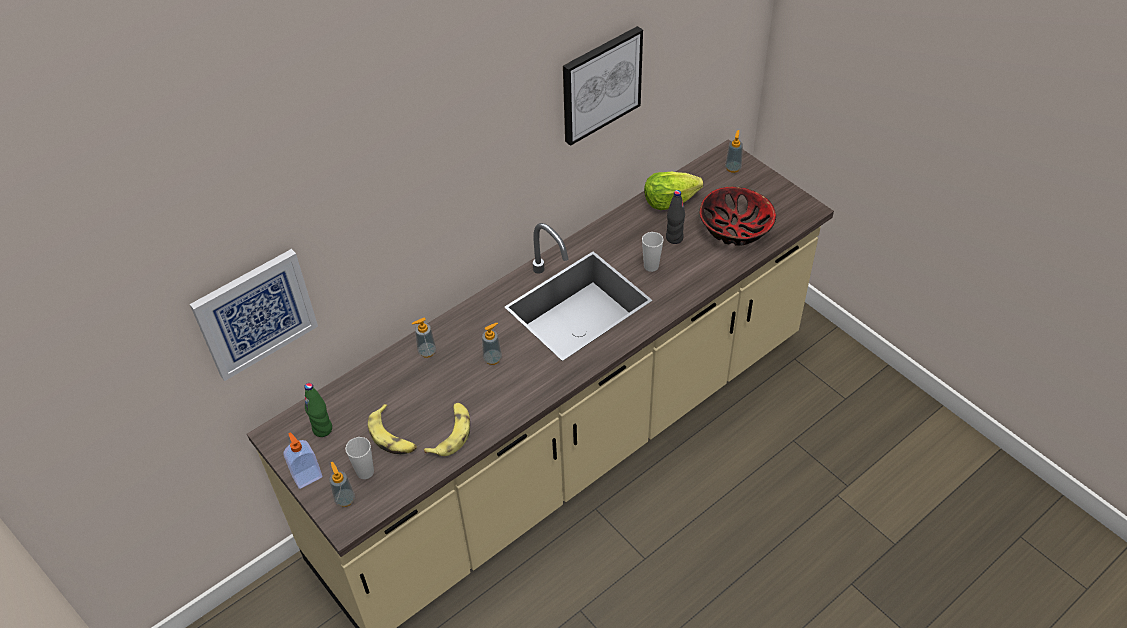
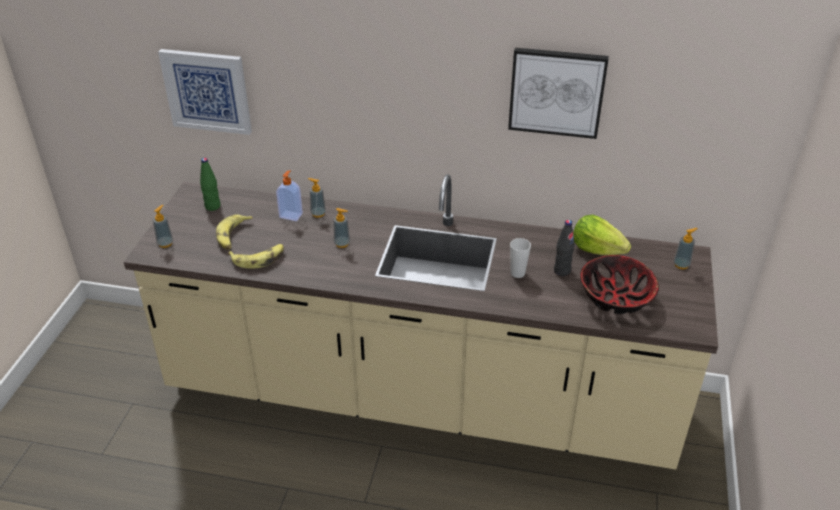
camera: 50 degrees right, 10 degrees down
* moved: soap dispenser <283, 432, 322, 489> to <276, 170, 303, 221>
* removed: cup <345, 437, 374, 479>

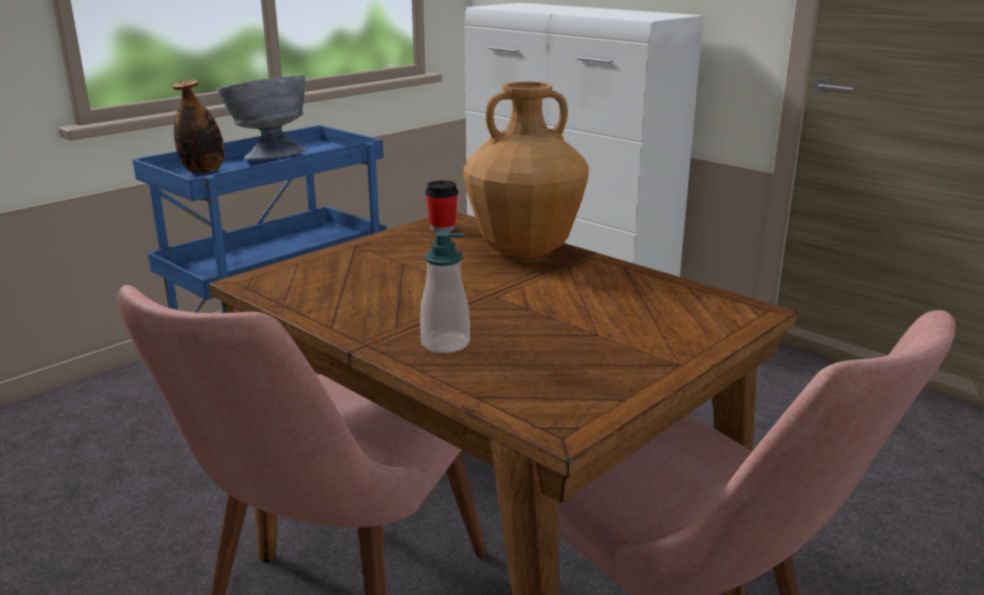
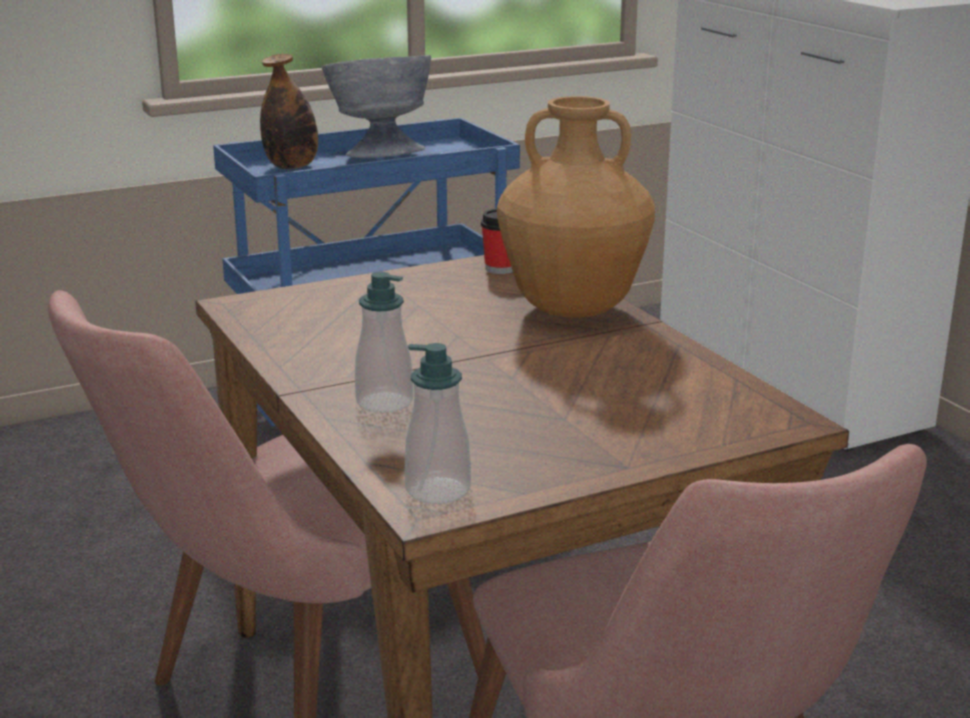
camera: 20 degrees right, 0 degrees up
* added: soap dispenser <405, 343, 471, 504>

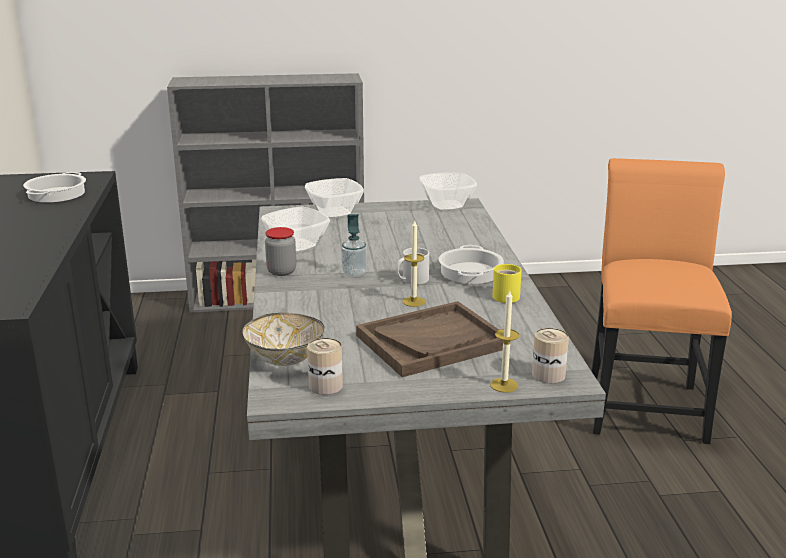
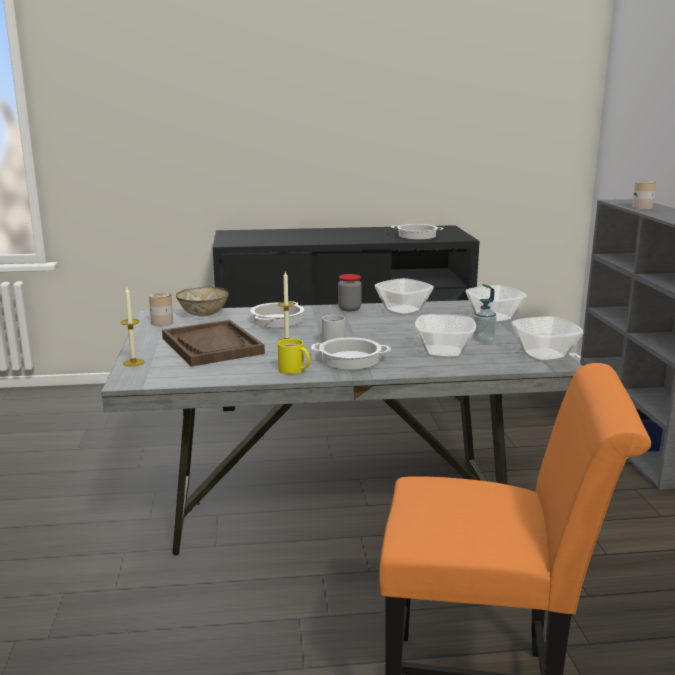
camera: 90 degrees right, 5 degrees down
* moved: soap dispenser <341, 214, 367, 277> to <473, 284, 497, 343>
* moved: can <532, 328, 569, 383> to <632, 181, 656, 209>
* added: cooking pot <251, 301, 304, 328>
* added: bowl <415, 314, 476, 359>

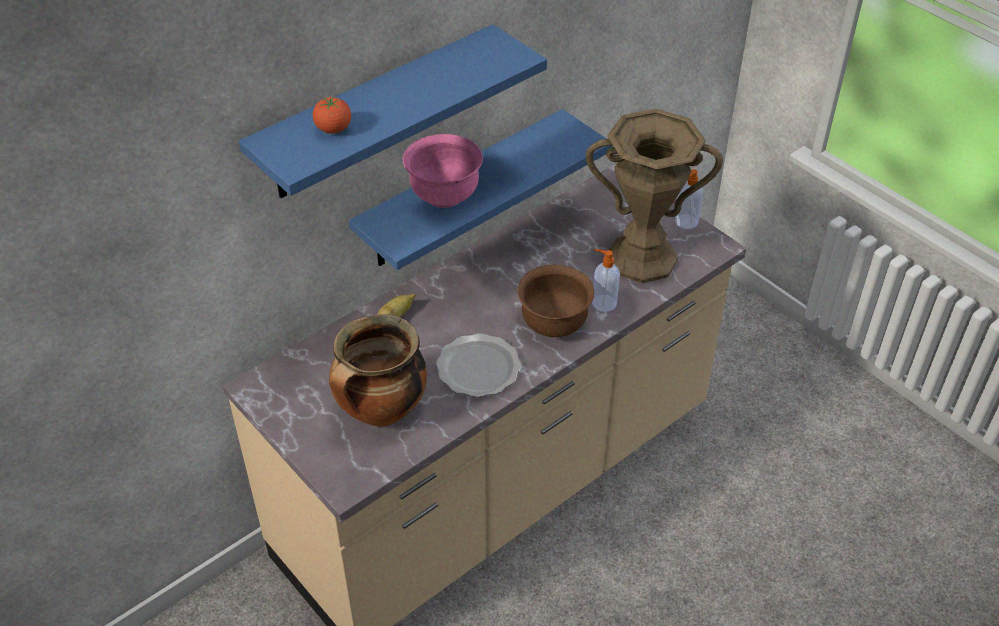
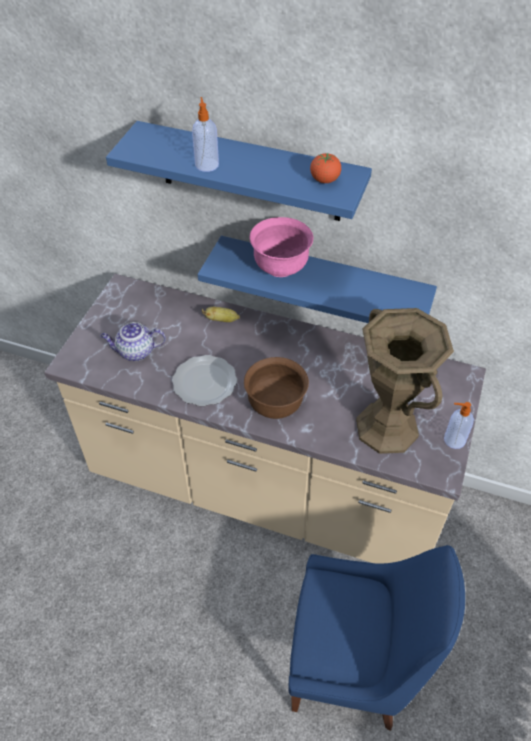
camera: 60 degrees right, 5 degrees up
* moved: tomato <313, 97, 351, 134> to <310, 153, 341, 183>
* replaced: cooking pot <329, 314, 427, 427> to teapot <100, 322, 166, 361>
* moved: soap dispenser <592, 249, 620, 312> to <192, 97, 219, 172>
* added: chair (blue) <288, 545, 465, 731>

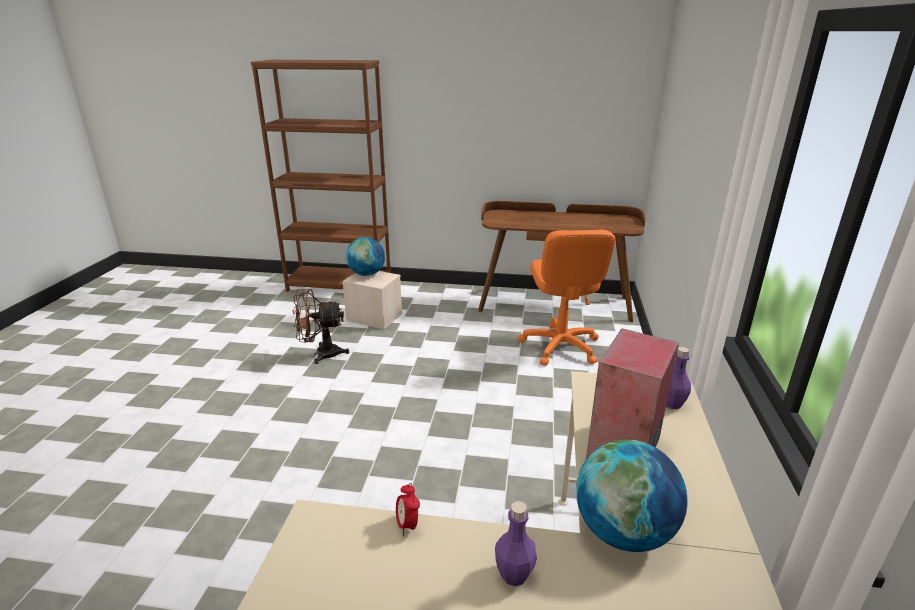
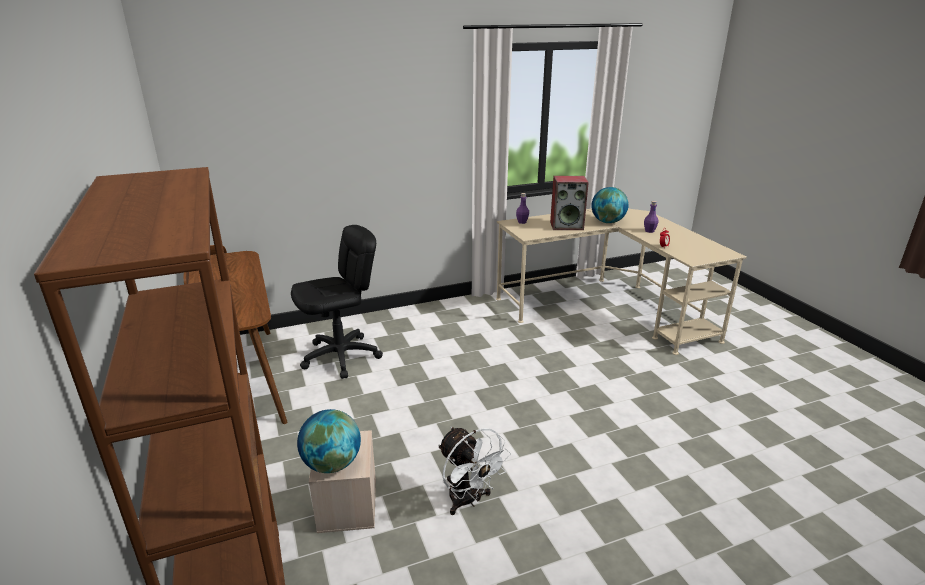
camera: 120 degrees left, 0 degrees up
* recoloured: fan (brown) <292, 289, 349, 364> to fan (white) <438, 427, 511, 515>
* recoloured: office chair (orange) <517, 230, 615, 366> to office chair (black) <291, 225, 383, 379>

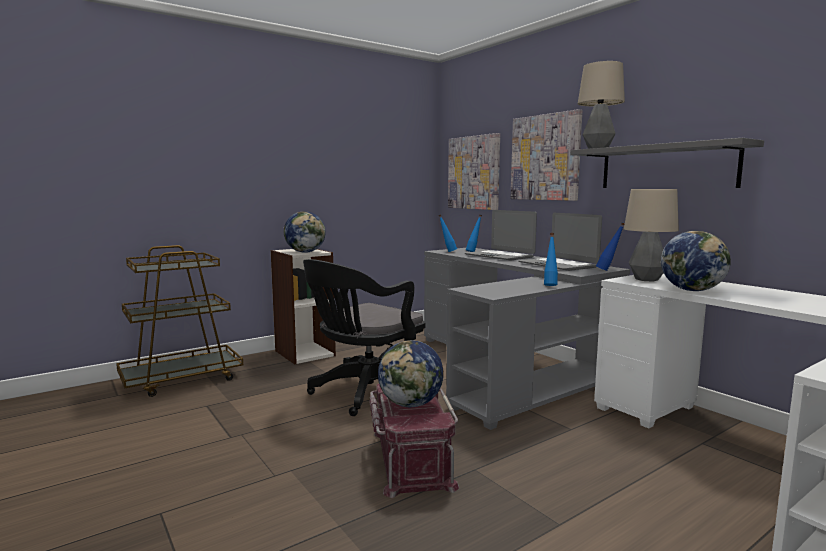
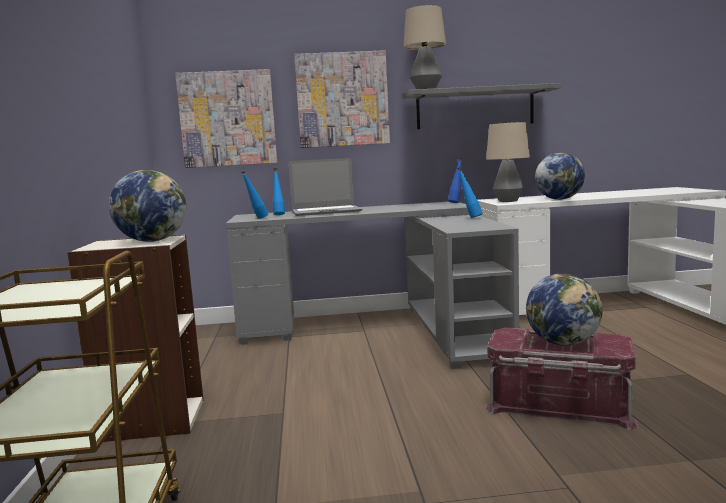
camera: 60 degrees left, 0 degrees up
* removed: office chair (black) <303, 259, 426, 416>
* removed: laptop <518, 213, 602, 271>

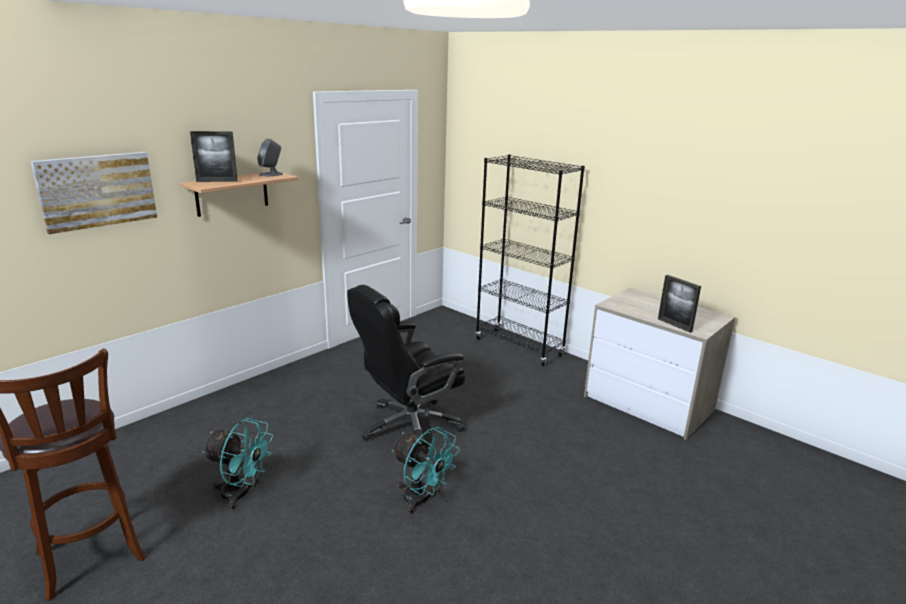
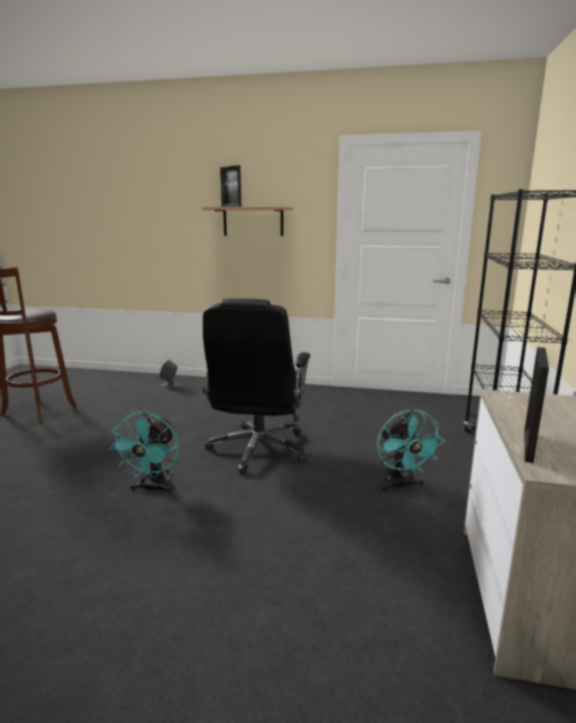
camera: 60 degrees right, 5 degrees down
* removed: picture <31, 152, 157, 234>
* moved: fan (turquoise) <202, 418, 273, 510> to <377, 409, 445, 491>
* moved: speaker (grey) <257, 138, 283, 177> to <159, 360, 179, 388>
* turned: office chair (black) <347, 285, 465, 441> = <203, 298, 310, 474> 105 degrees counterclockwise

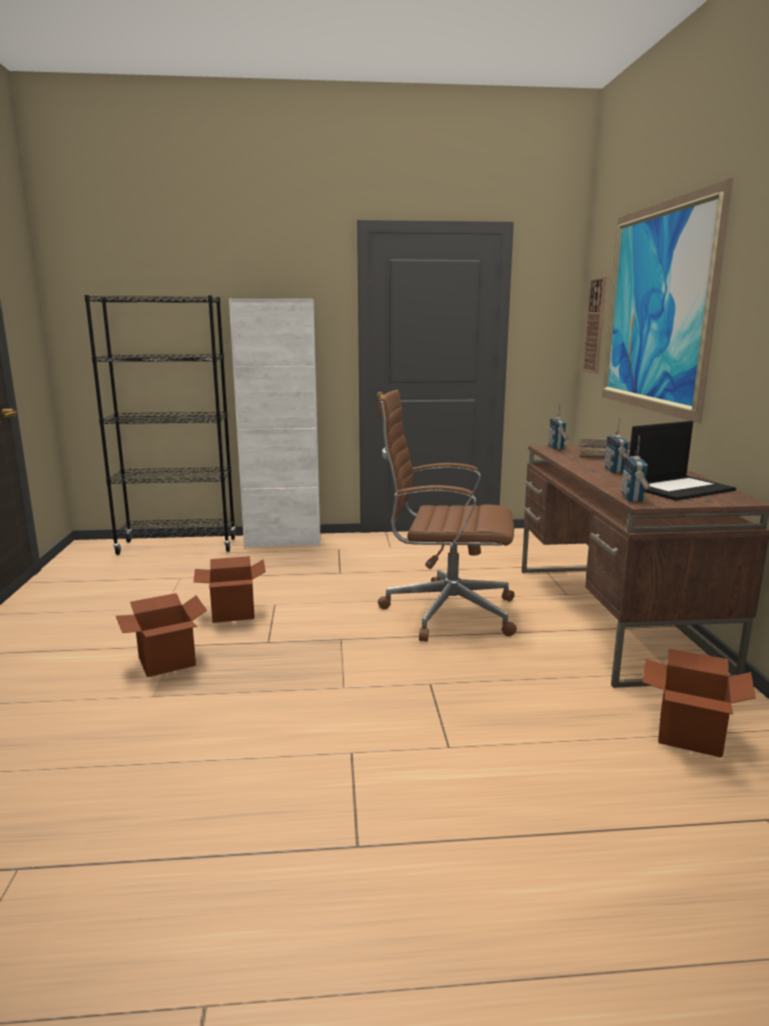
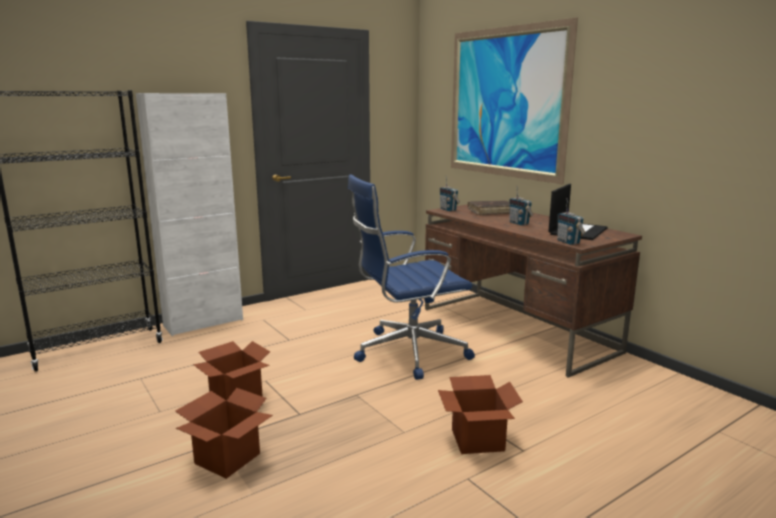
camera: 30 degrees left, 0 degrees up
* recoloured: office chair (brown) <377, 390, 517, 642> to office chair (blue) <348, 175, 475, 380>
* removed: wall clock <583, 277, 606, 374>
* moved: cardboard box <642, 649, 755, 758> to <438, 375, 523, 454>

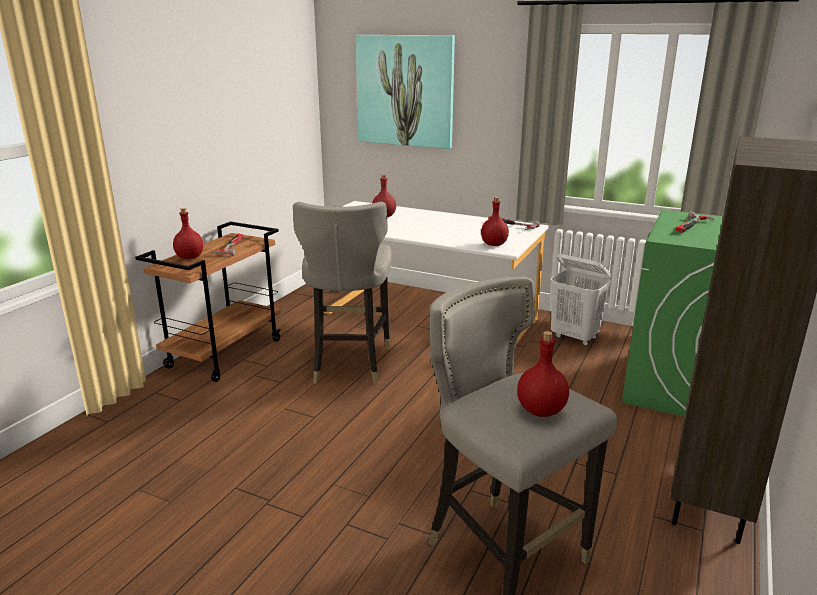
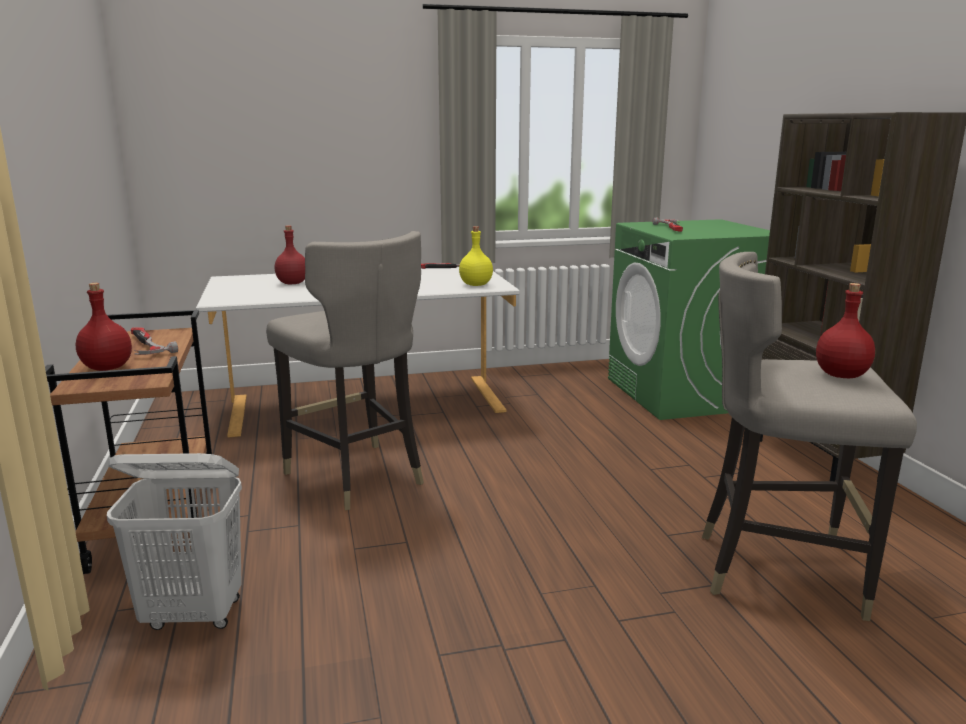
camera: 40 degrees left, 5 degrees down
* removed: picture <355, 35, 455, 149>
* recoloured: bottle (red) <481, 197, 509, 246> to bottle (yellow) <459, 226, 493, 286>
* moved: laundry basket (white) <550, 254, 611, 346> to <107, 453, 242, 630>

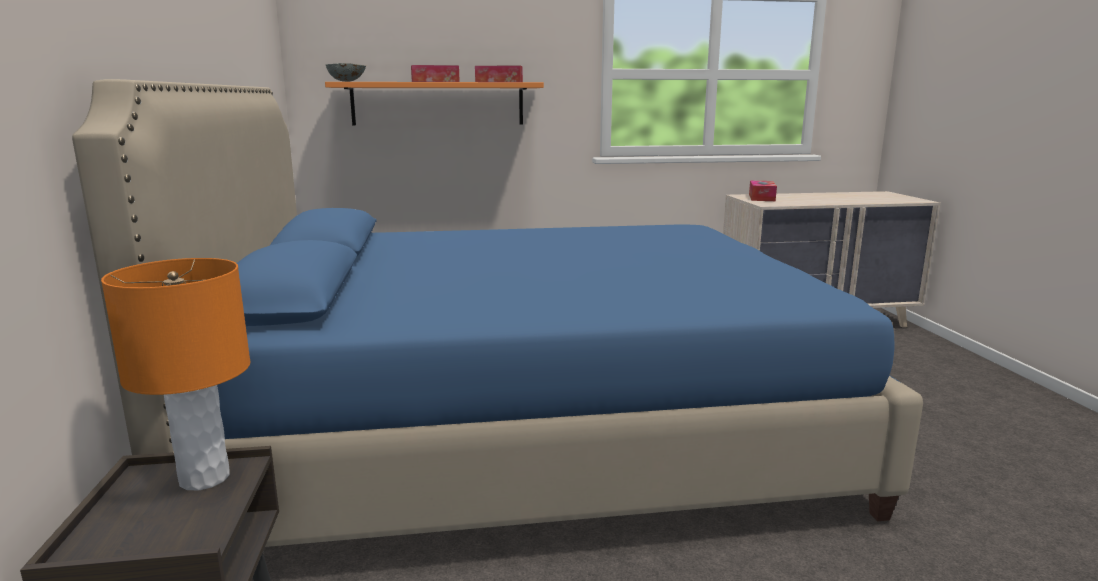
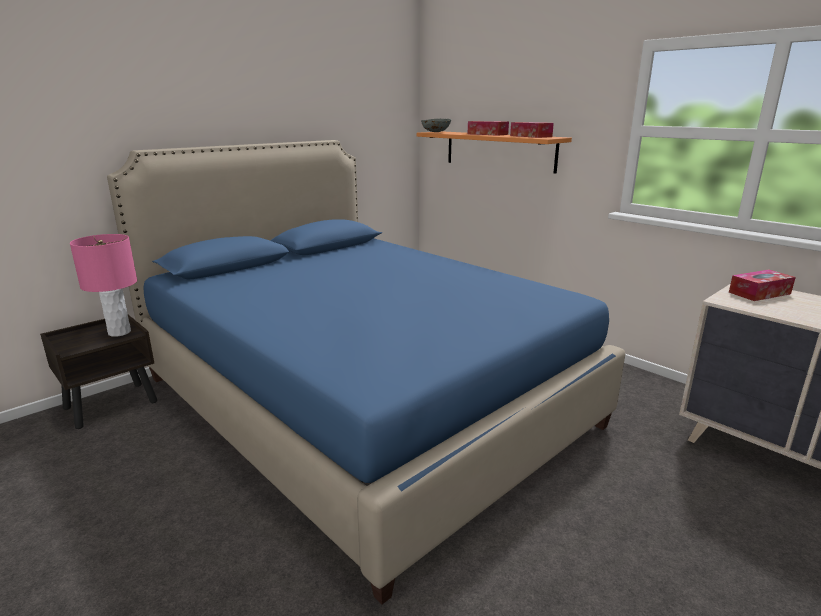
camera: 55 degrees right, 5 degrees up
* recoloured: table lamp (orange) <101, 258, 251, 490> to table lamp (pink) <70, 234, 137, 337>

